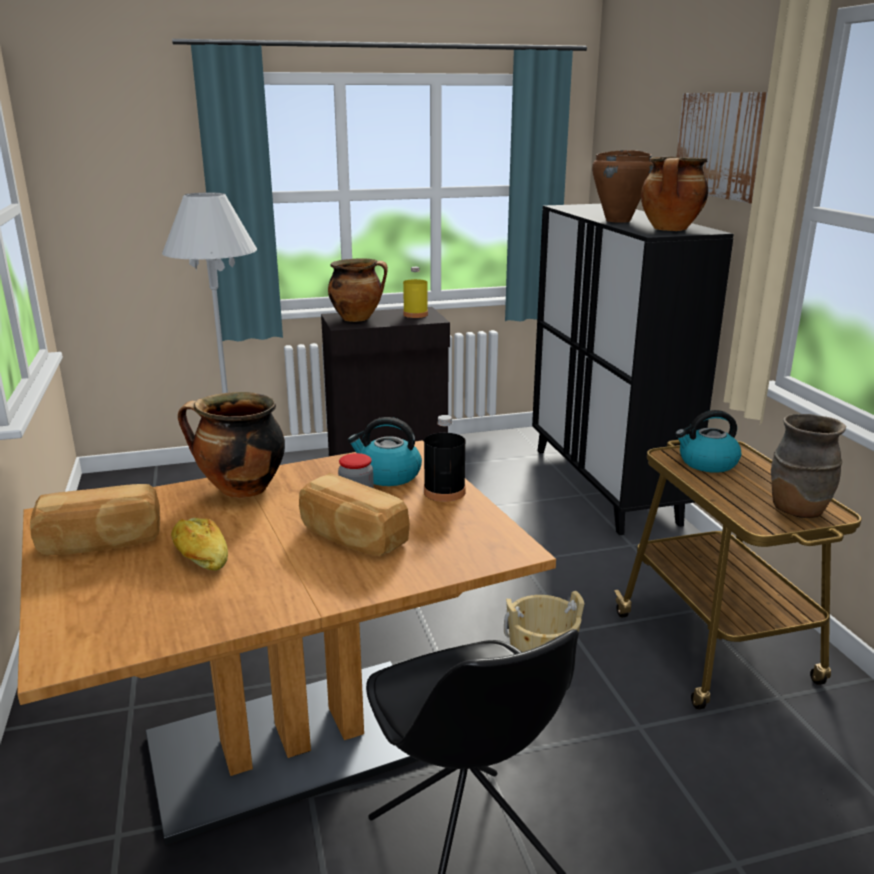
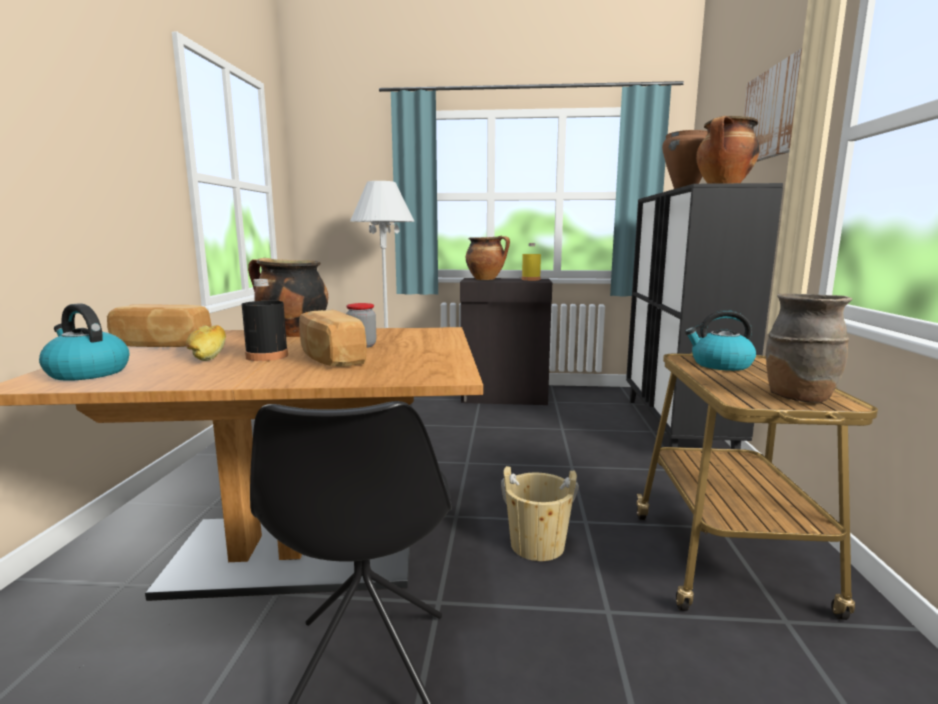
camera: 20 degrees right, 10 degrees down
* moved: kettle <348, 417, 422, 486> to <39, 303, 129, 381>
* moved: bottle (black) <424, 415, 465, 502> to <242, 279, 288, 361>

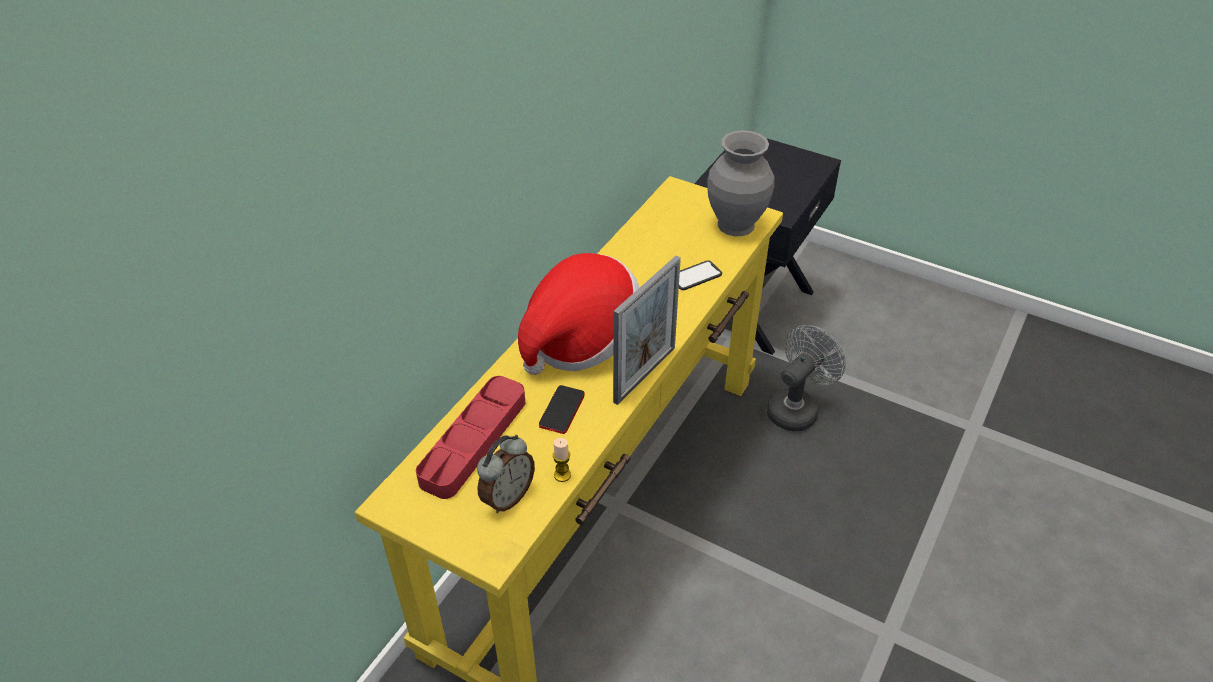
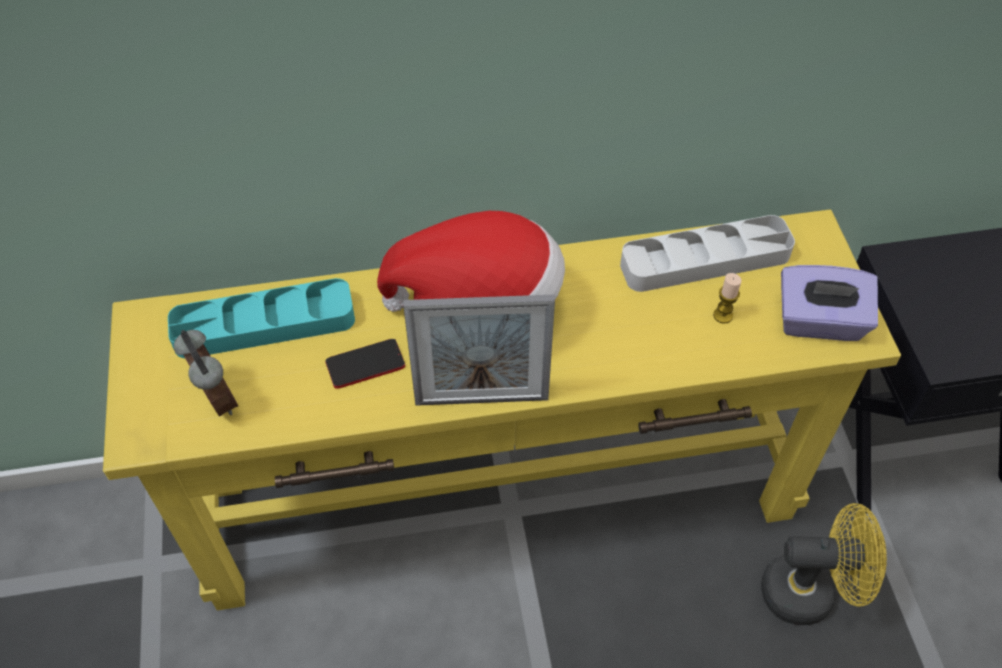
camera: 50 degrees right, 10 degrees up
* recoloured: tray (red) <416, 376, 525, 499> to tray (turquoise) <168, 278, 355, 358>
* turned: alarm clock <477, 435, 535, 513> = <174, 330, 238, 416> 120 degrees counterclockwise
* moved: candle <553, 438, 571, 482> to <713, 273, 742, 324>
* removed: phone <679, 260, 722, 290>
* replaced: vase (grey) <707, 130, 775, 236> to tissue box (purple) <781, 265, 878, 341>
* recoloured: fan (grey) <767, 325, 846, 432> to fan (yellow) <761, 503, 887, 625>
* added: tray (grey) <620, 215, 795, 292>

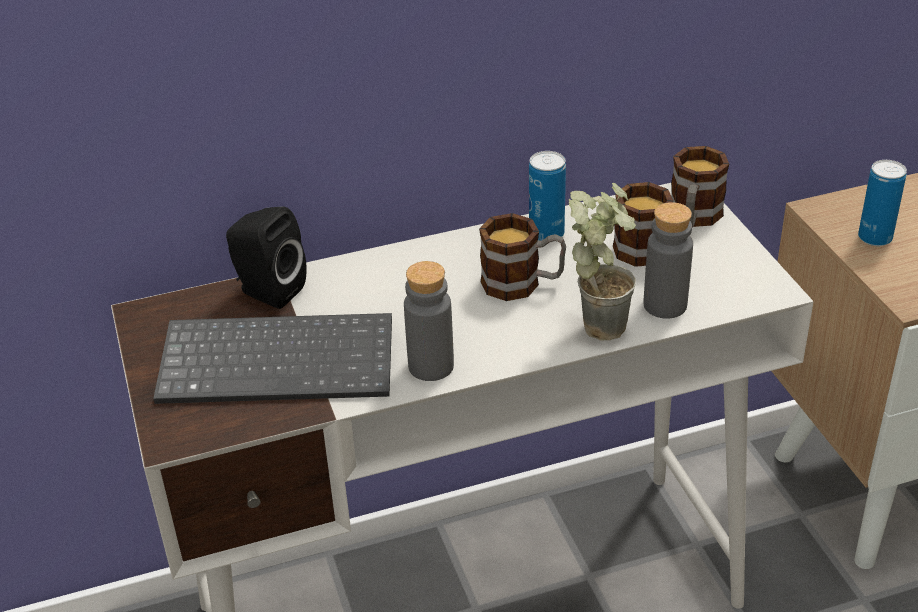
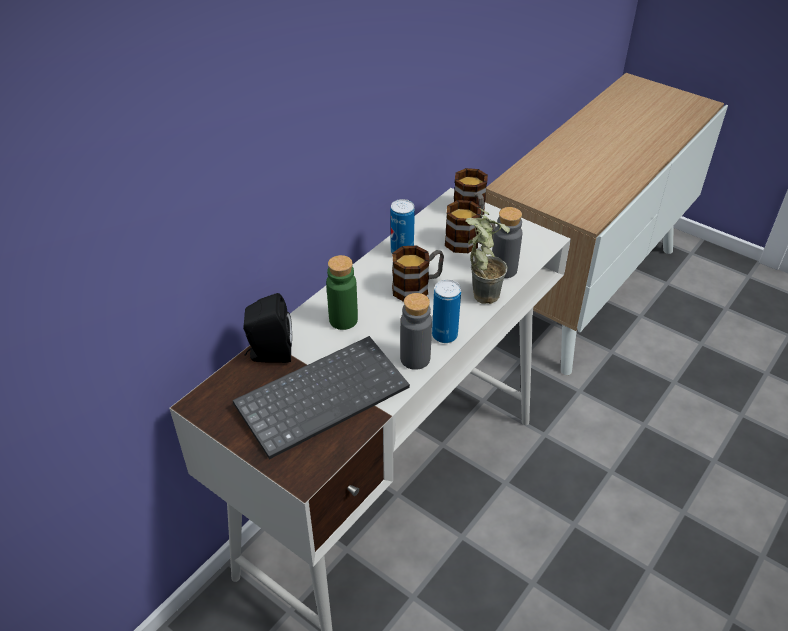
camera: 35 degrees left, 5 degrees up
* moved: can <858, 160, 907, 246> to <432, 280, 461, 343>
* added: bottle (green) <326, 255, 358, 330>

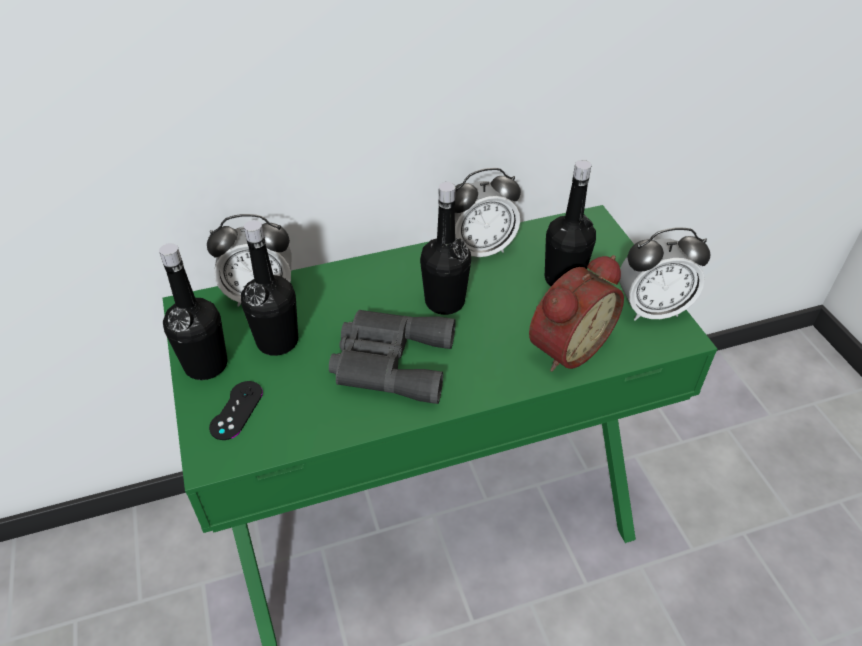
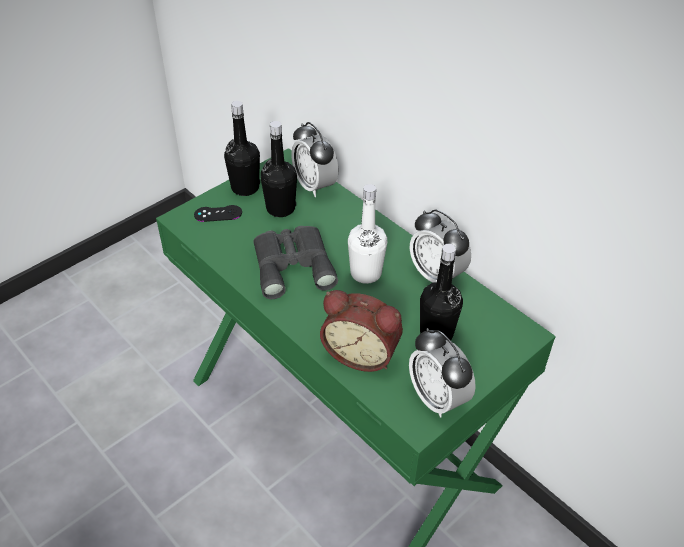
camera: 65 degrees right, 0 degrees up
* recoloured: bottle (black) <420, 182, 471, 315> to bottle (white) <348, 184, 387, 284>

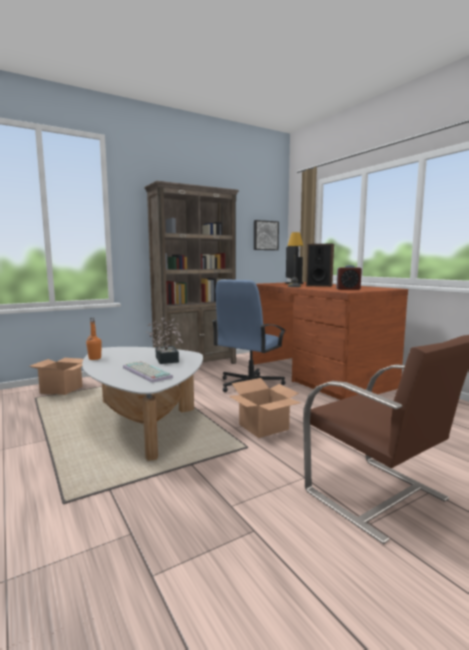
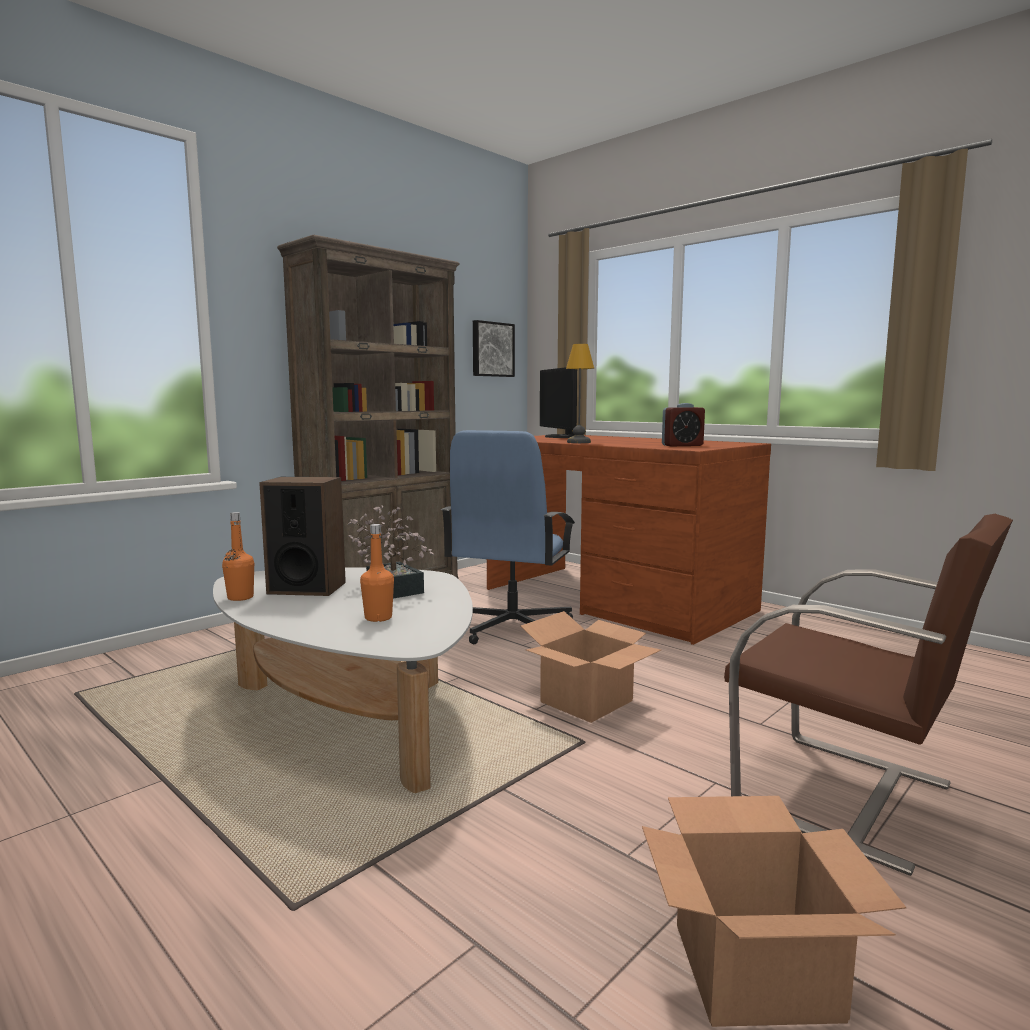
camera: 15 degrees left, 0 degrees up
* moved: cardboard box <28, 358, 83, 395> to <642, 796, 906, 1027>
* replaced: keyboard <123, 361, 173, 383> to bottle (orange) <360, 524, 394, 622>
* moved: speaker <306, 244, 334, 287> to <259, 477, 346, 596>

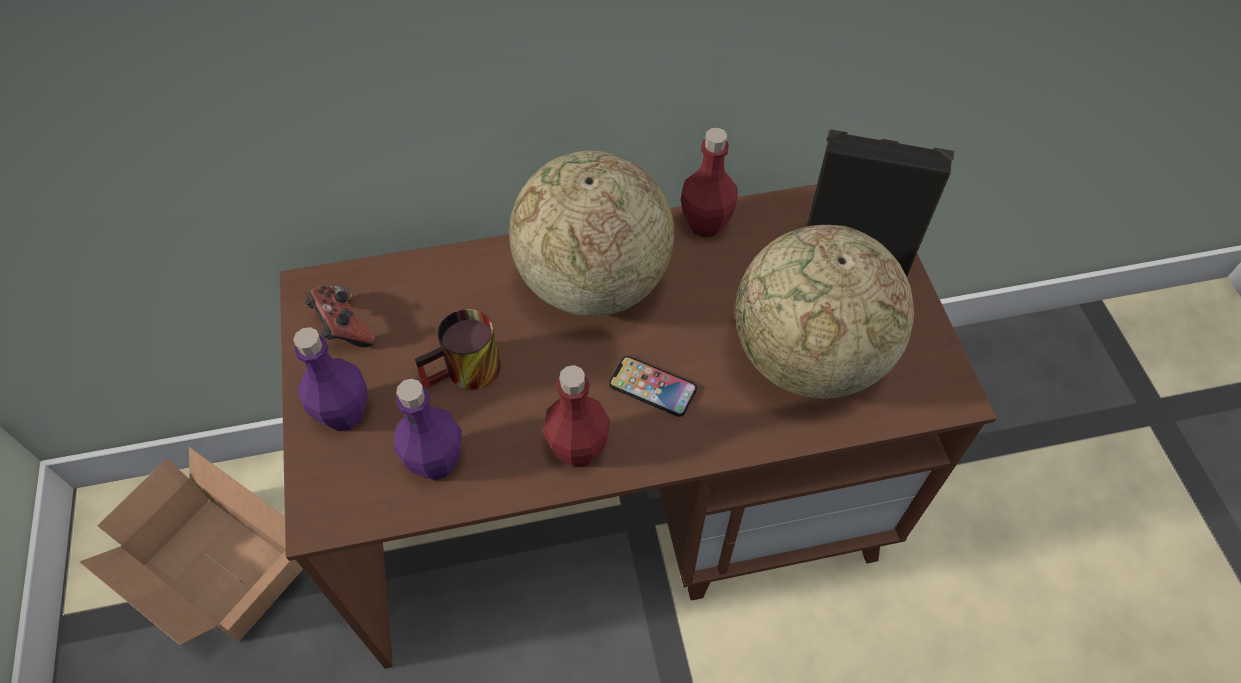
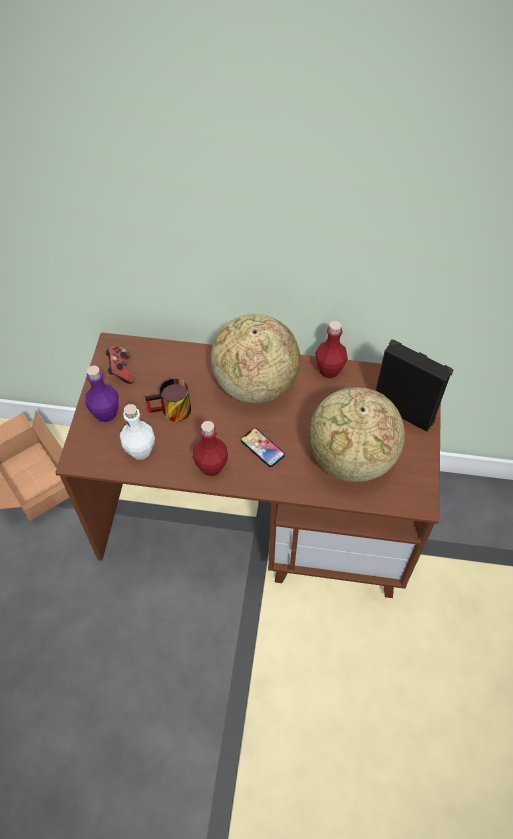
camera: 20 degrees right, 0 degrees up
* recoloured: bottle (purple) <394, 379, 462, 480> to bottle (white) <120, 404, 155, 460>

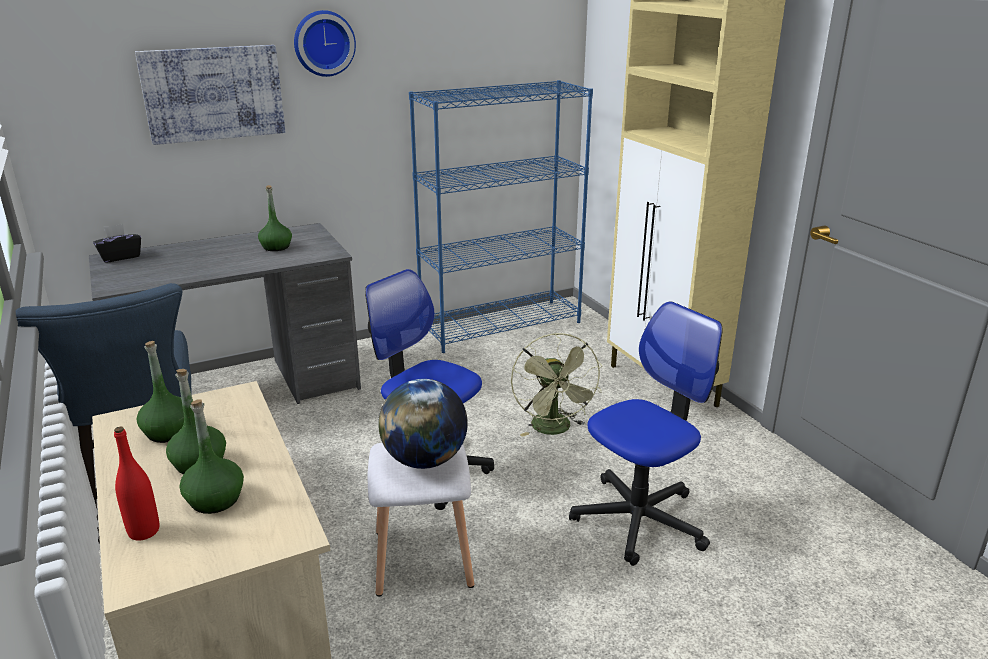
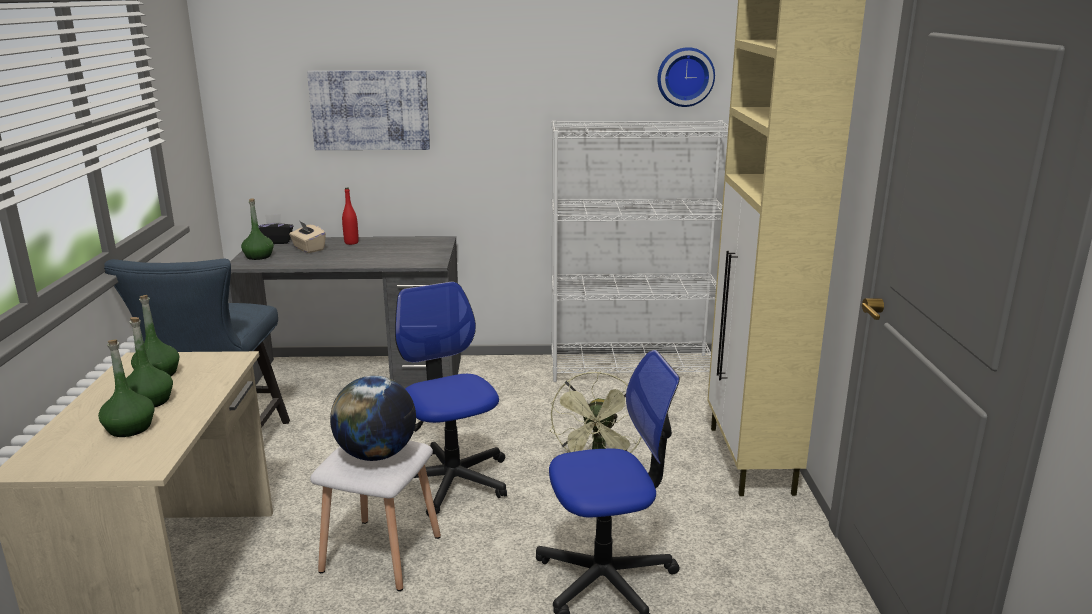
camera: 25 degrees right, 5 degrees down
* moved: bottle (red) <114, 426, 159, 541> to <342, 188, 359, 245>
* moved: bottle (green) <258, 185, 292, 251> to <241, 198, 274, 260>
* moved: wall clock <294, 10, 356, 77> to <657, 47, 715, 107>
* recoloured: bookcase (blue) <409, 80, 593, 353> to bookcase (white) <551, 120, 728, 382>
* added: tissue box (beige) <289, 221, 326, 253>

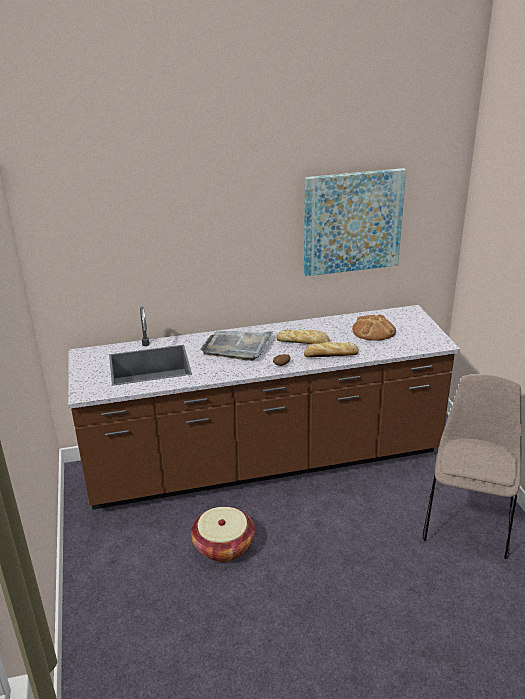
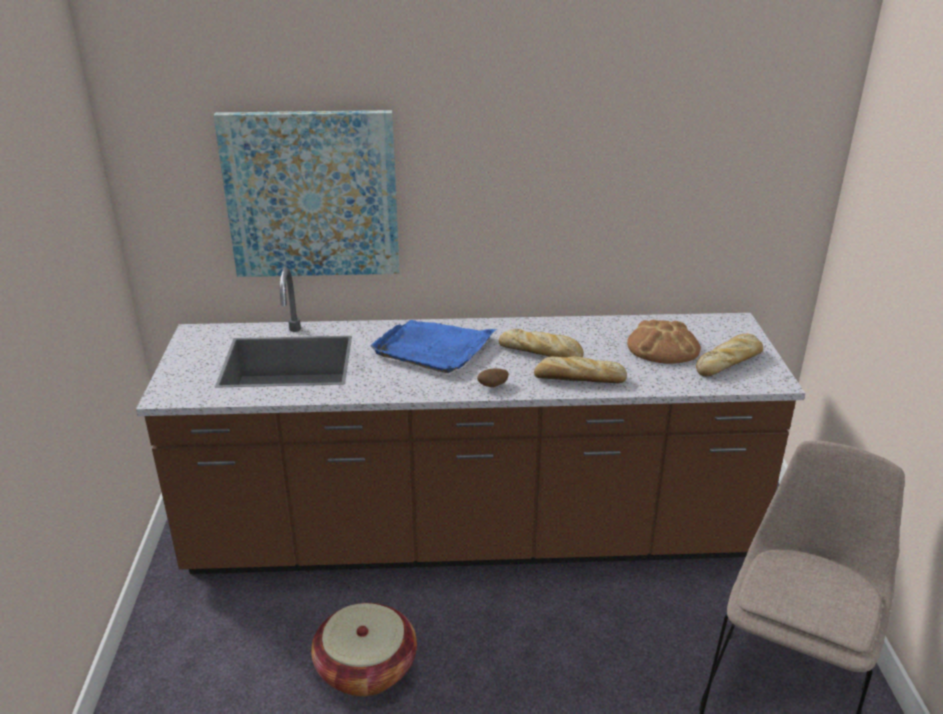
camera: 10 degrees right, 0 degrees up
* recoloured: tray (grey) <200, 331, 273, 361> to tray (blue) <371, 320, 496, 373>
* moved: picture <304, 168, 406, 276> to <213, 110, 400, 277>
* added: bread <696, 334, 763, 377>

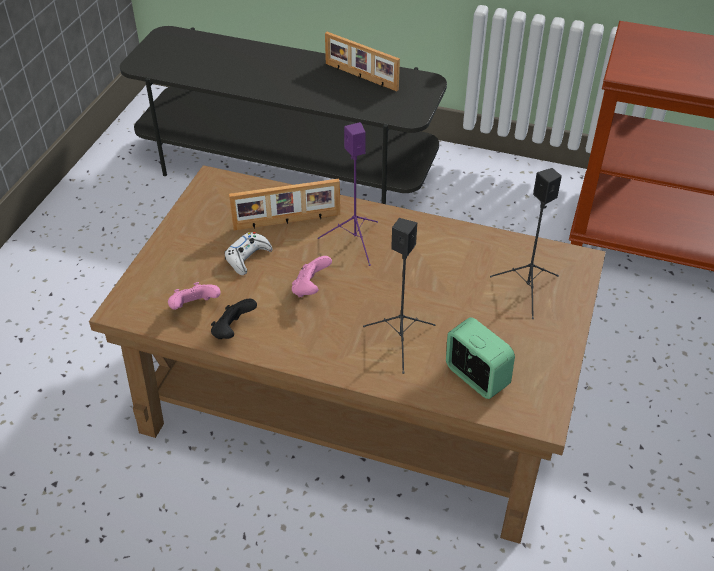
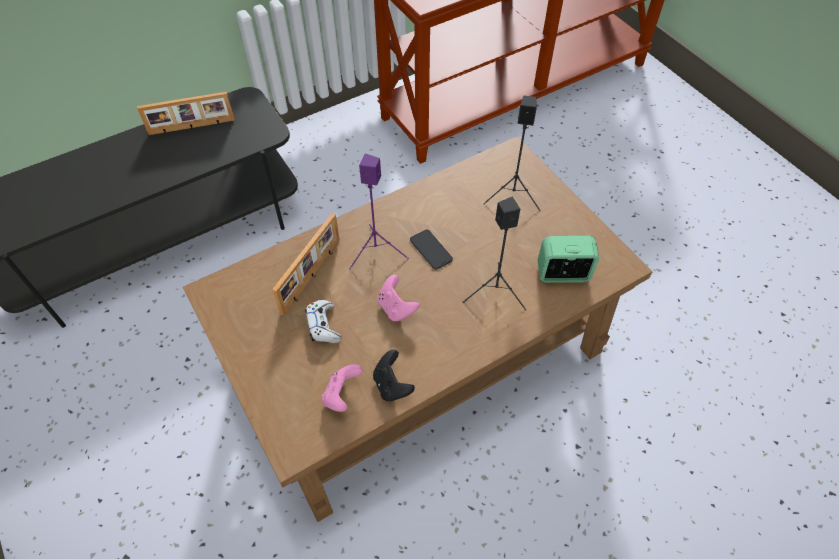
camera: 50 degrees left, 10 degrees up
* added: phone <410, 229, 453, 270>

